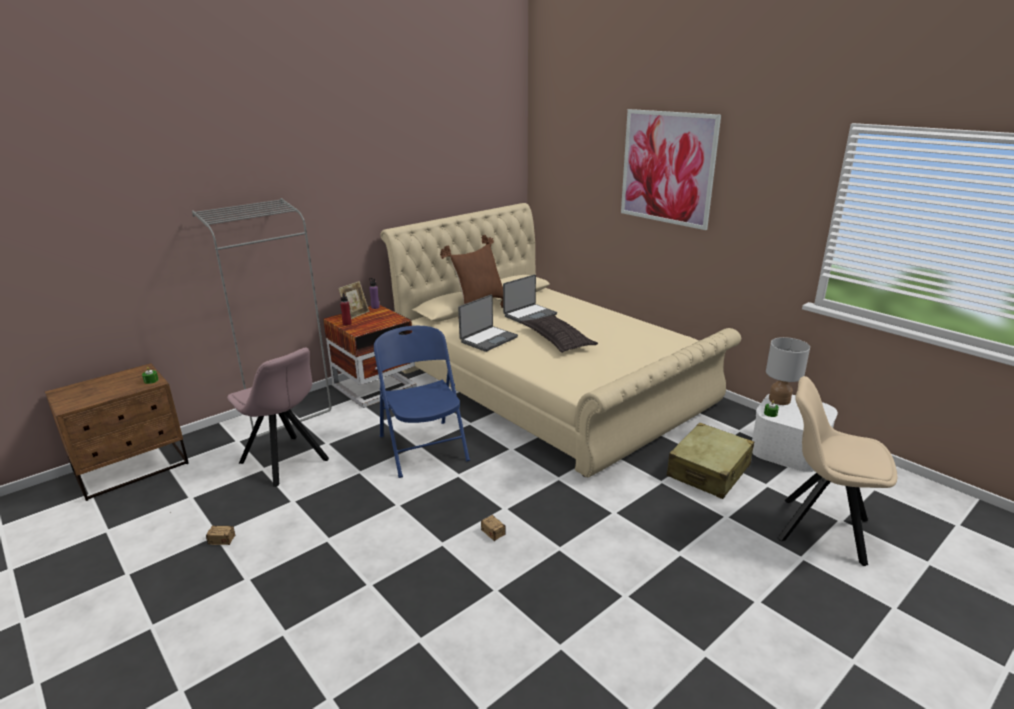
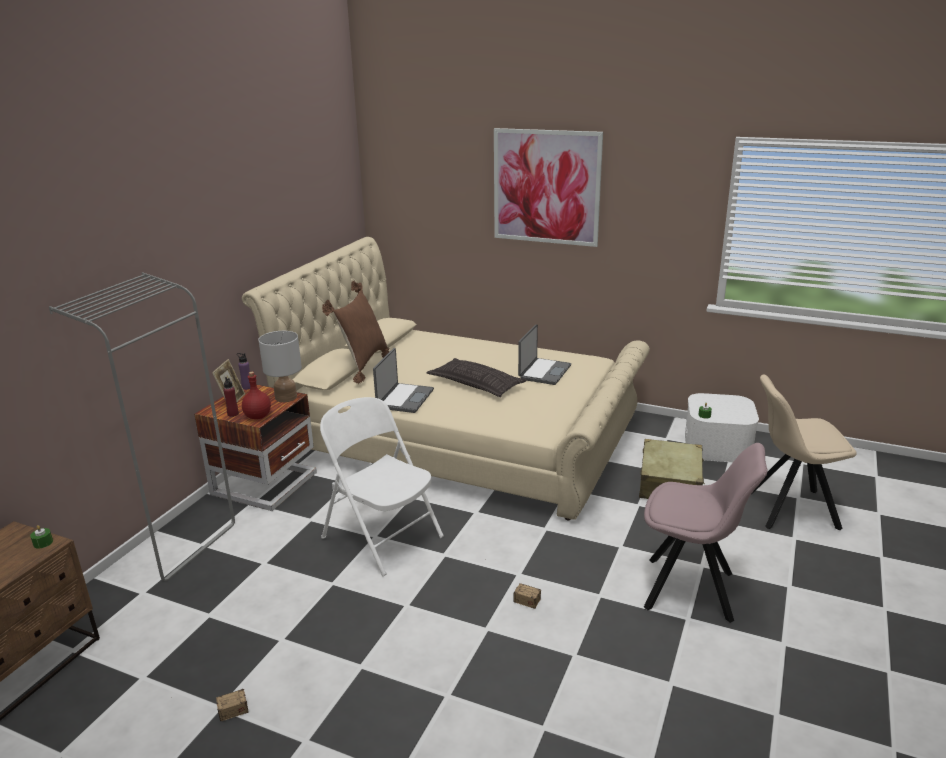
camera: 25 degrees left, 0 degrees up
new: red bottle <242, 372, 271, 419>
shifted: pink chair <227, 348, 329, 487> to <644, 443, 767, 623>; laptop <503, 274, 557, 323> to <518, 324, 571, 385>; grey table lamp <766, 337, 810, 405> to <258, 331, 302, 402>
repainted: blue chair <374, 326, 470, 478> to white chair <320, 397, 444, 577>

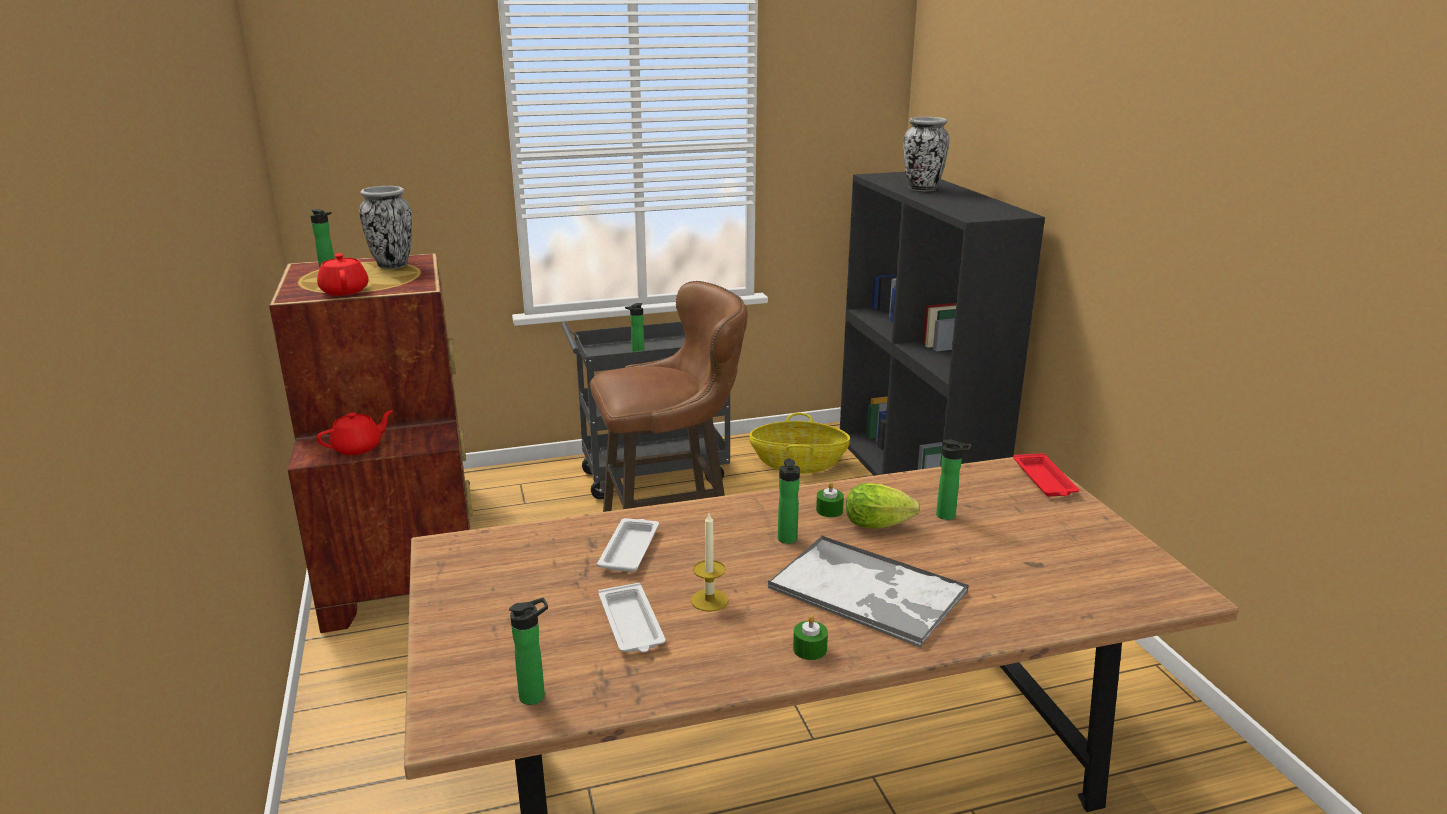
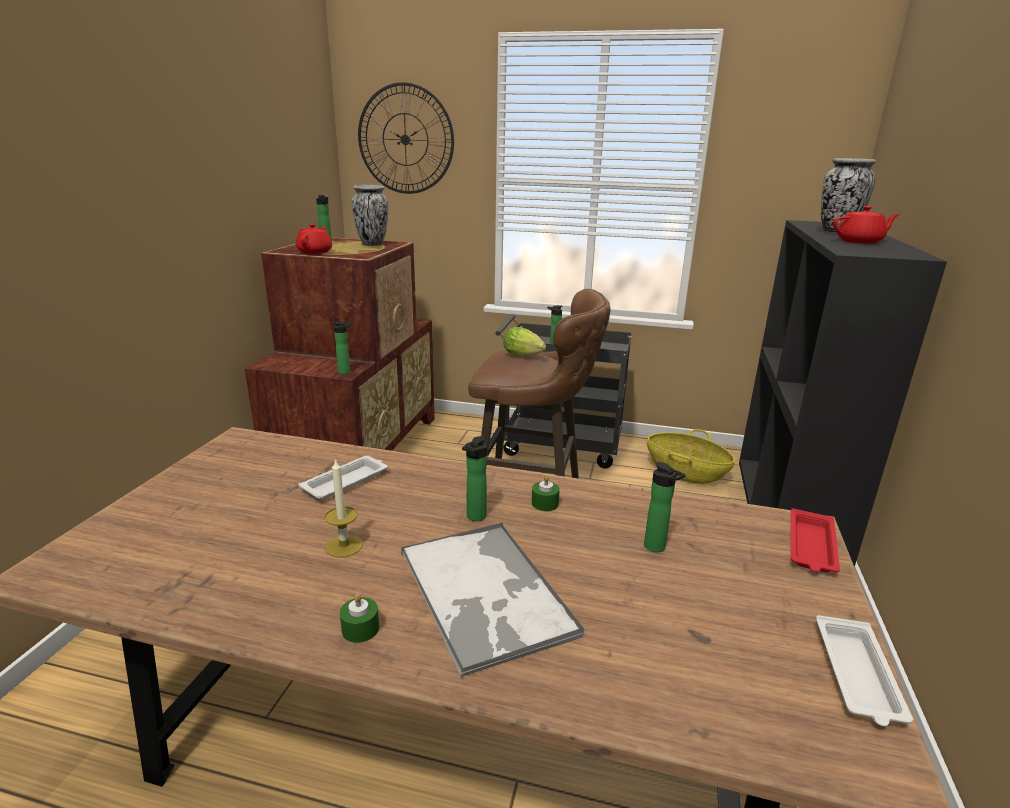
camera: 30 degrees right, 0 degrees up
new: wall clock <358, 82, 454, 194>
shifted: red teapot <316, 410, 393, 455> to <833, 206, 900, 244>; bottle <509, 598, 548, 705> to <333, 321, 352, 374>; white tray <598, 583, 665, 652> to <816, 615, 913, 727>; lettuce <846, 483, 920, 529> to <504, 327, 546, 357>

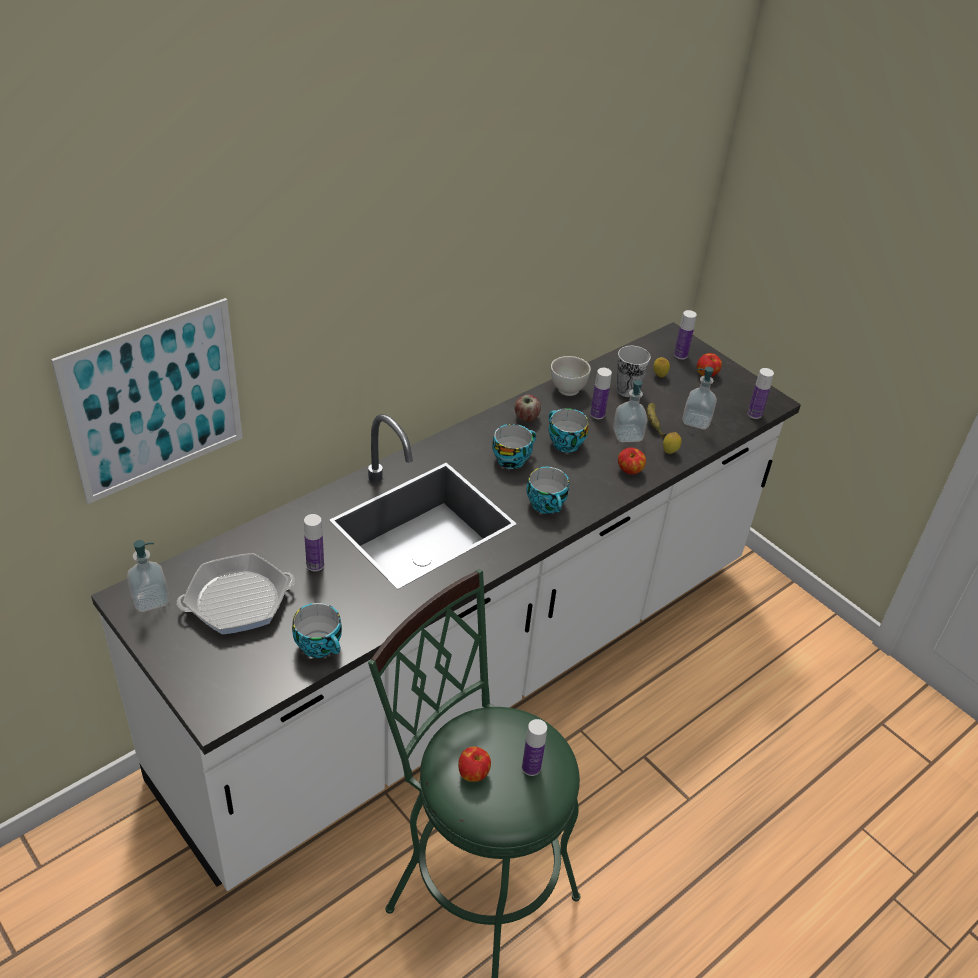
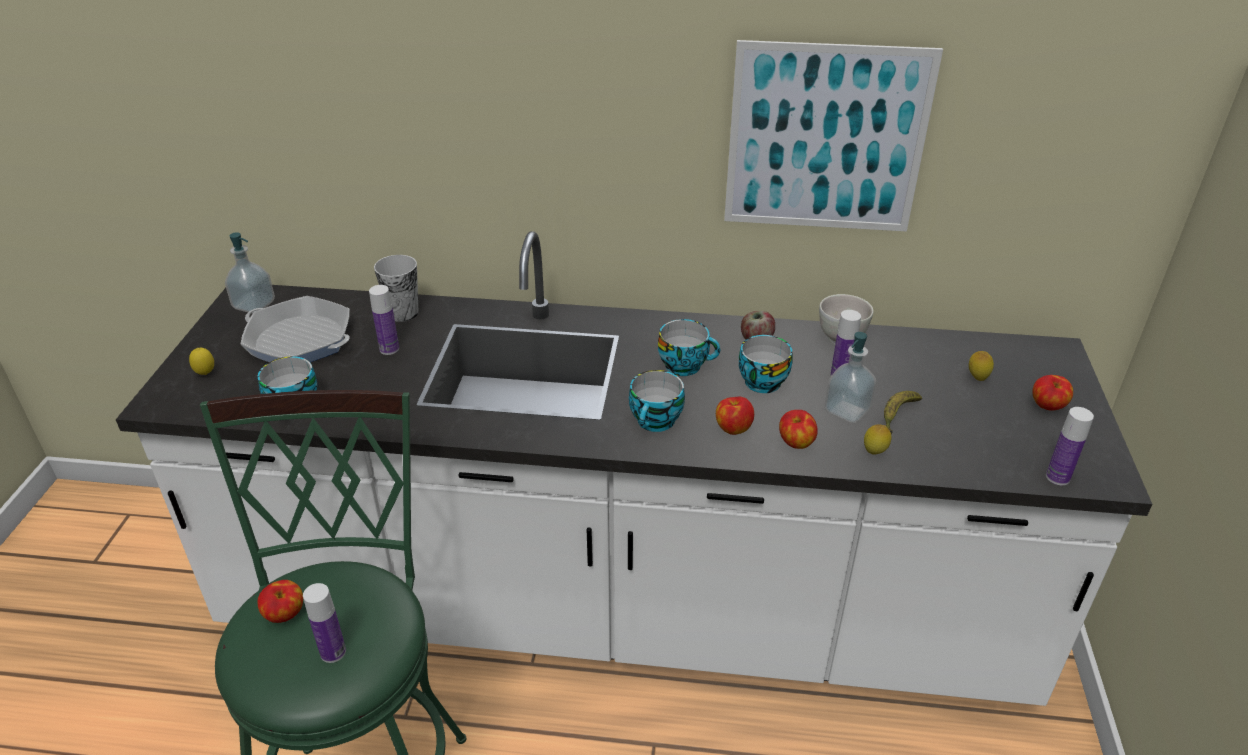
camera: 50 degrees right, 5 degrees down
gone: bottle <674, 310, 697, 360>; soap dispenser <682, 367, 717, 429>
new: lemon <189, 348, 214, 375>; apple <716, 397, 754, 435>
shifted: picture <51, 298, 243, 504> to <724, 40, 943, 232>; cup <616, 346, 651, 397> to <374, 255, 419, 322>

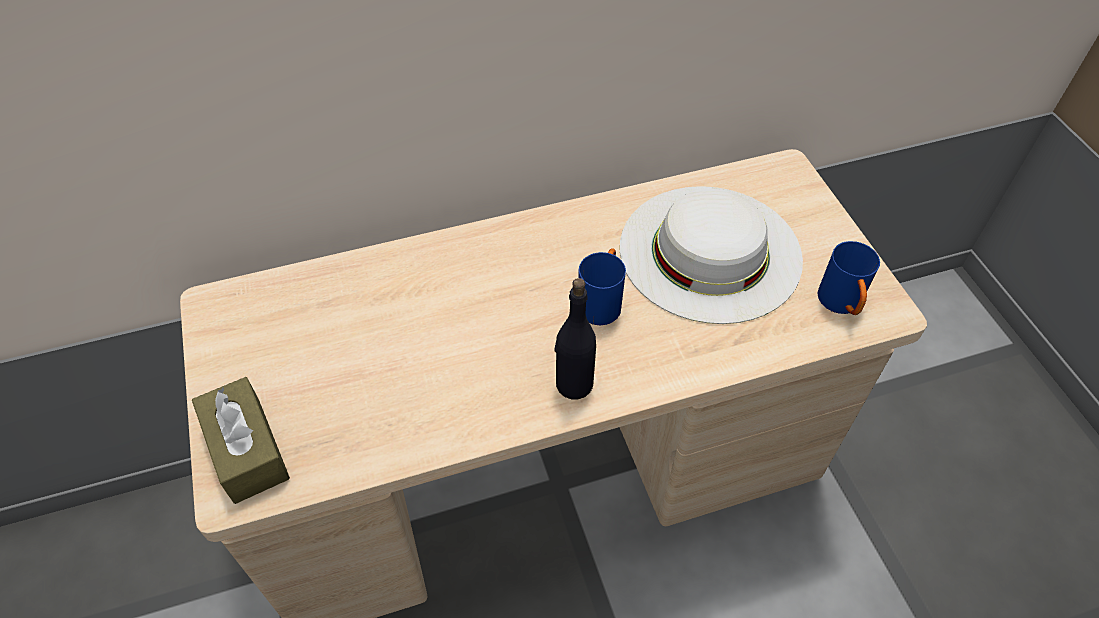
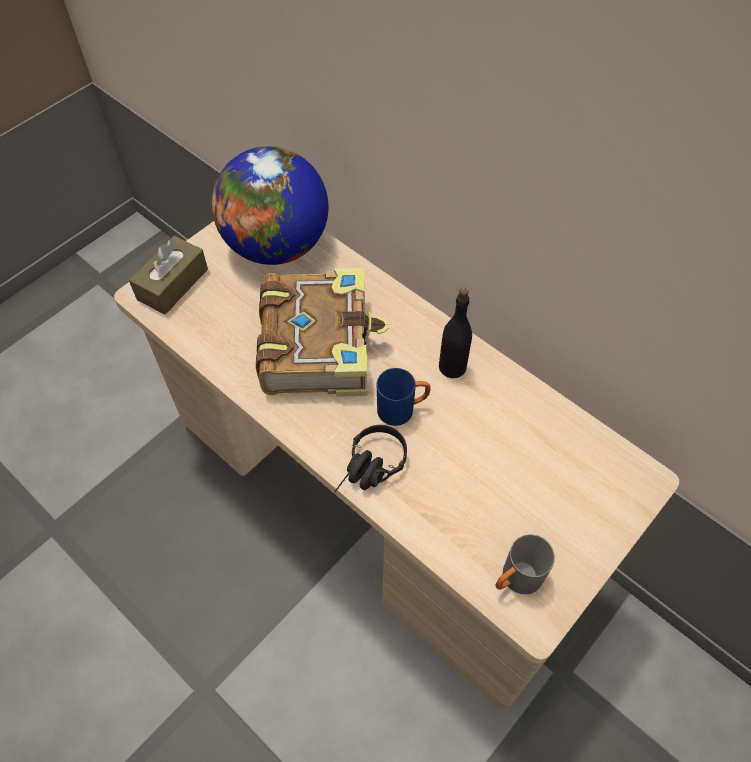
camera: 60 degrees right, 5 degrees up
gone: white hat <620, 186, 803, 324>
new: globe <212, 146, 328, 265>; book <256, 268, 389, 397>; black headphones <335, 425, 407, 492>
shifted: black bottle <555, 278, 596, 399> to <439, 288, 472, 378>
repainted: blue mug <818, 241, 880, 315> to grey mug <496, 534, 555, 594>

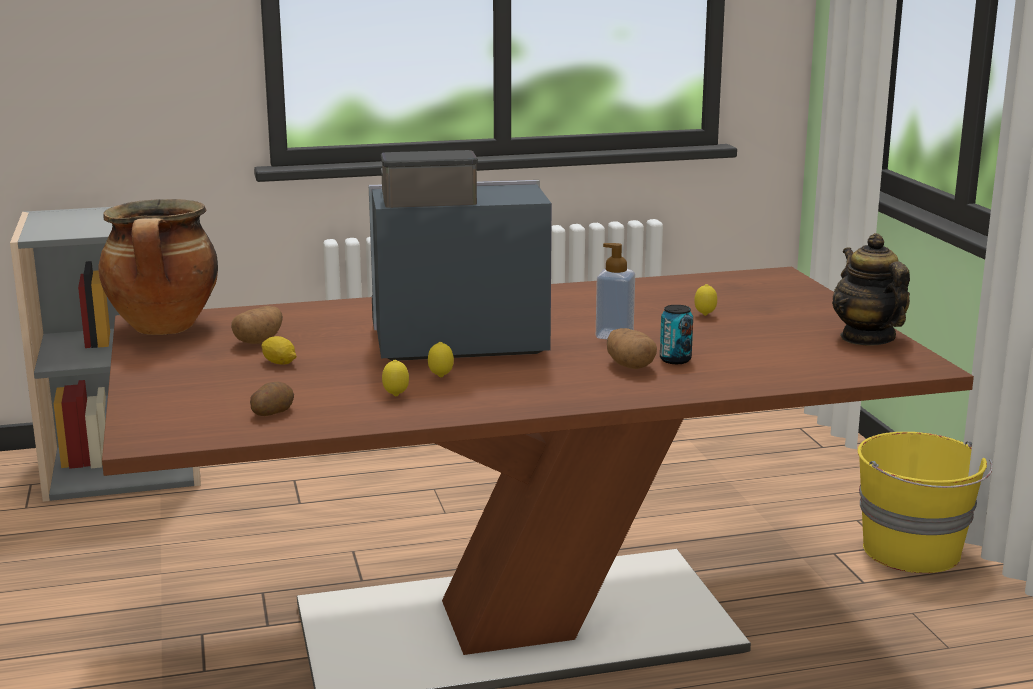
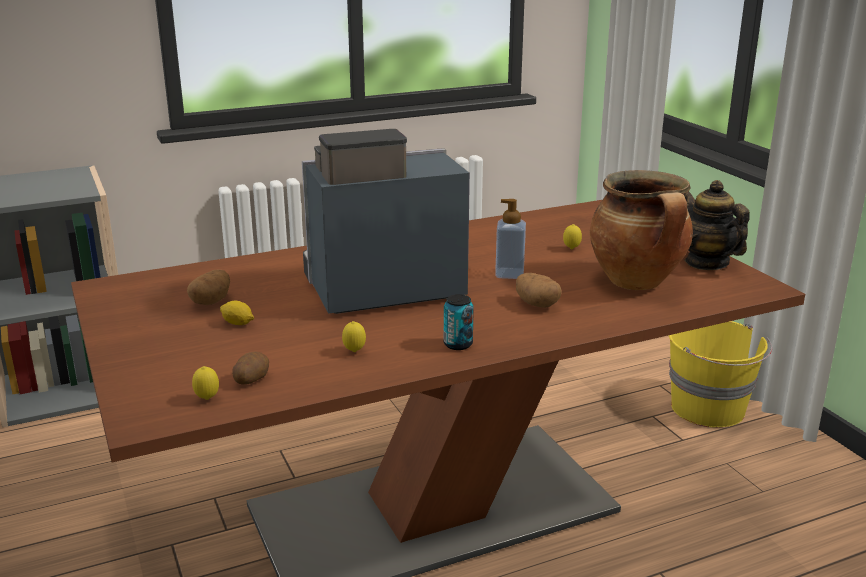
camera: 10 degrees left, 5 degrees up
shifted: cooking pot <98, 199, 218, 335> to <590, 170, 693, 290>; lemon <428, 342, 454, 377> to <192, 366, 219, 400>; can <660, 305, 693, 364> to <444, 294, 474, 350>

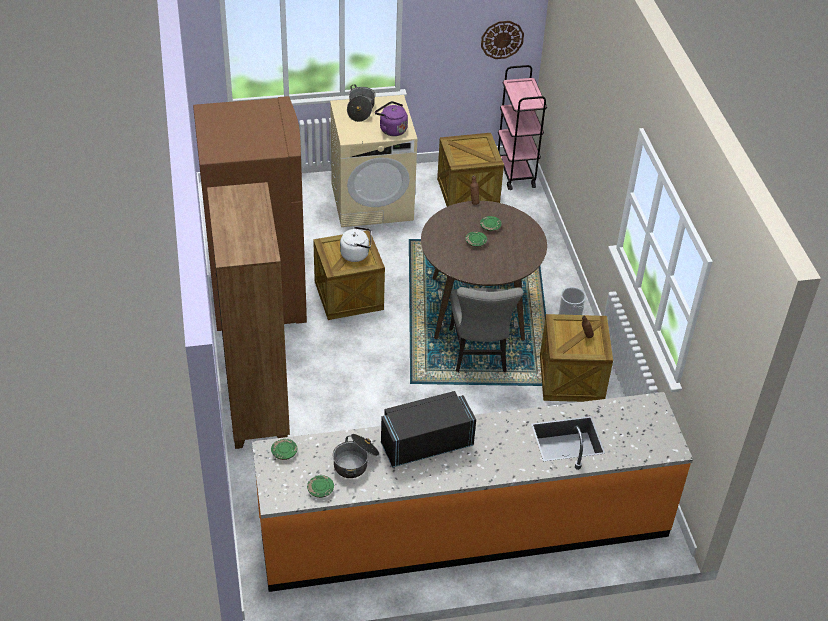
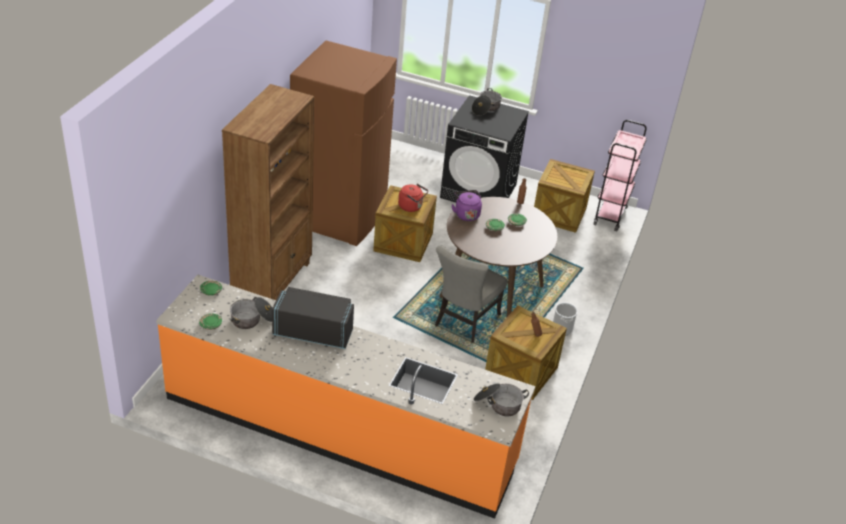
camera: 30 degrees right, 5 degrees down
gone: wall clock <481, 21, 524, 59>
new: cooking pot <473, 383, 529, 416>
shifted: purple kettle <375, 101, 408, 136> to <452, 190, 482, 221>
repainted: beige washing machine <330, 95, 417, 227> to black washing machine <440, 95, 529, 202>; white kettle <340, 226, 371, 262> to red kettle <398, 184, 428, 212>

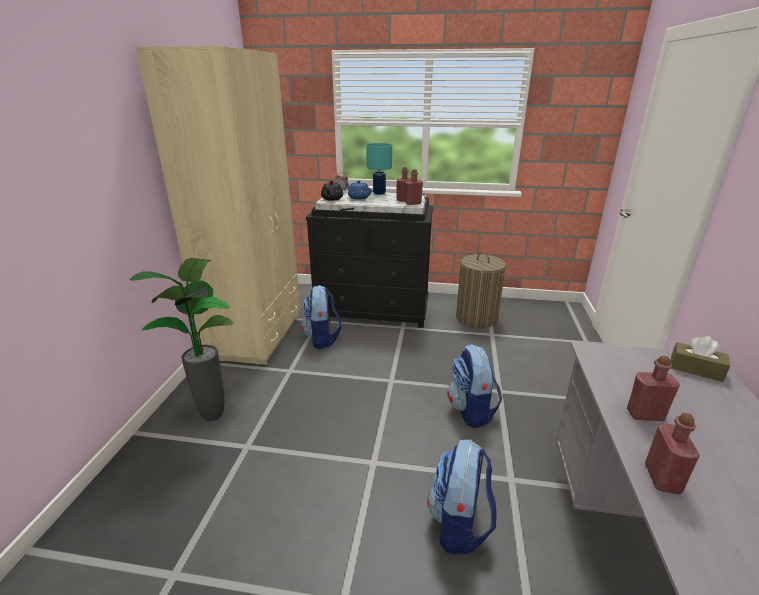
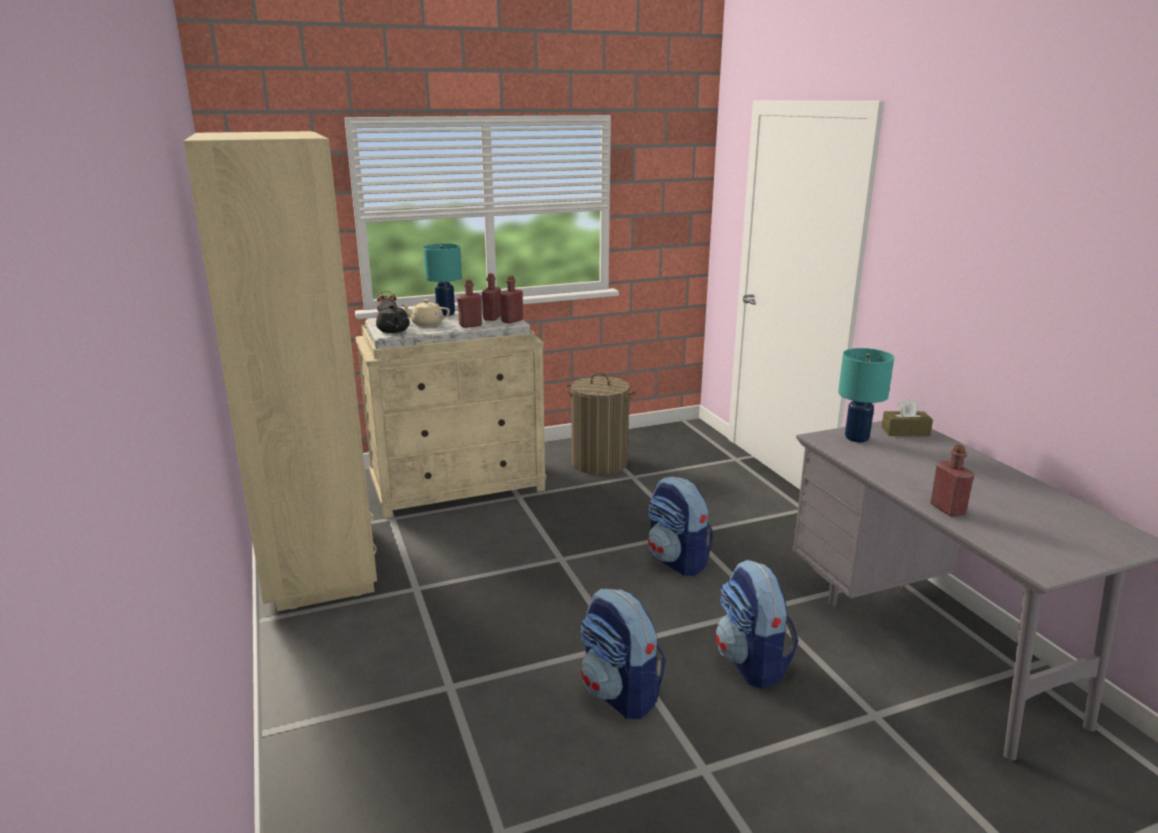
camera: 30 degrees left, 5 degrees down
gone: potted plant <130, 258, 234, 421>
new: turquoise table lamp <838, 348, 894, 442>
shifted: backpack <301, 285, 342, 349> to <581, 588, 666, 719>; red bottle <627, 356, 680, 421> to <457, 279, 482, 328>
repainted: black dresser <306, 190, 433, 328> to beige dresser <355, 308, 546, 518>; blue teapot <345, 180, 372, 200> to beige teapot <401, 299, 450, 327>

